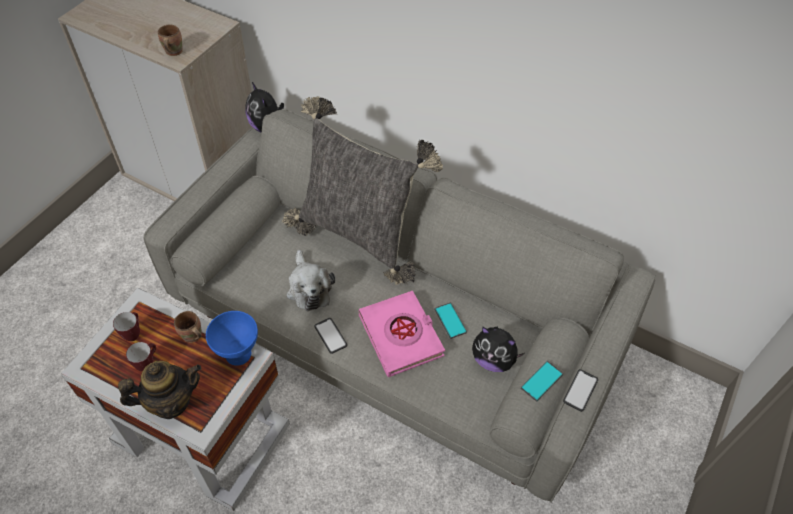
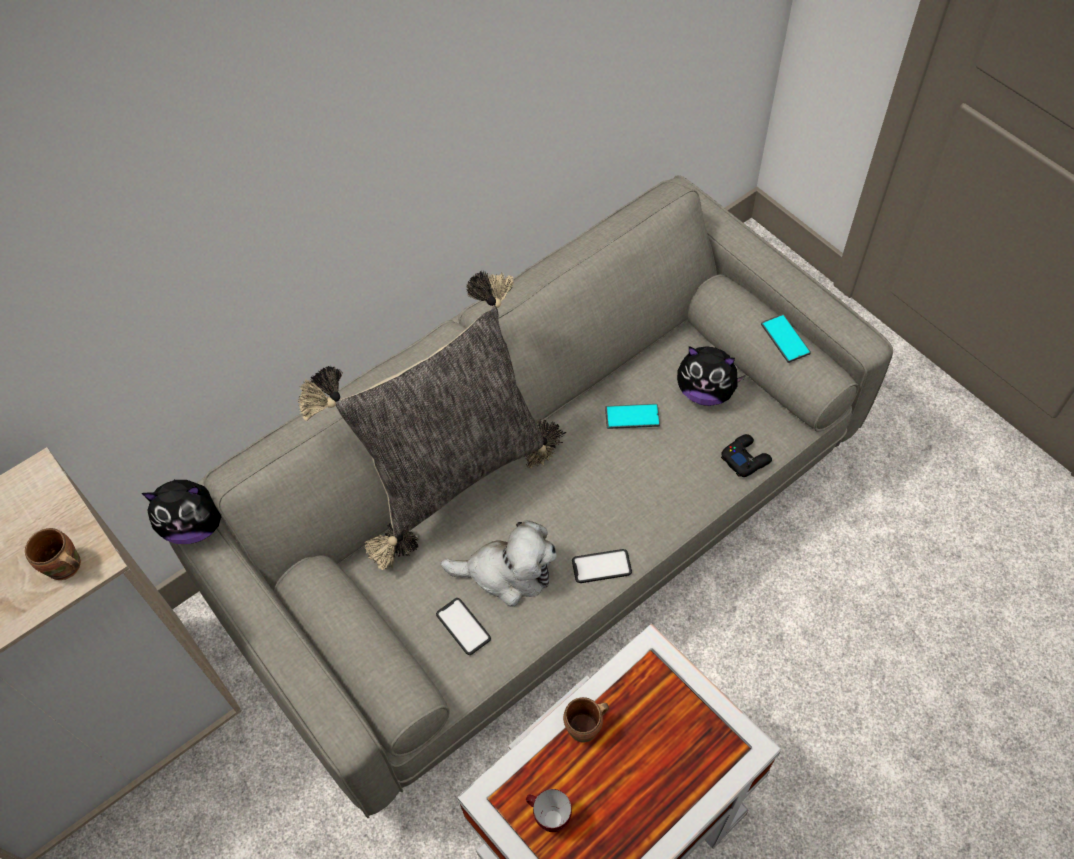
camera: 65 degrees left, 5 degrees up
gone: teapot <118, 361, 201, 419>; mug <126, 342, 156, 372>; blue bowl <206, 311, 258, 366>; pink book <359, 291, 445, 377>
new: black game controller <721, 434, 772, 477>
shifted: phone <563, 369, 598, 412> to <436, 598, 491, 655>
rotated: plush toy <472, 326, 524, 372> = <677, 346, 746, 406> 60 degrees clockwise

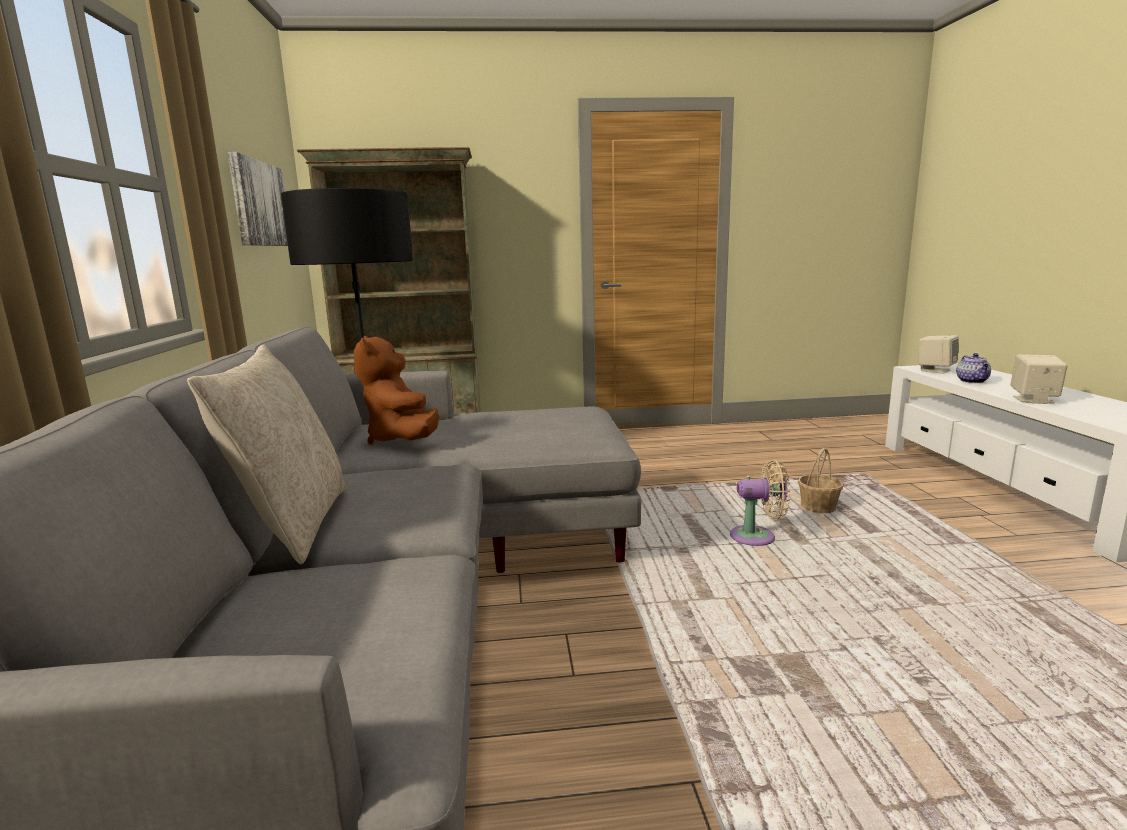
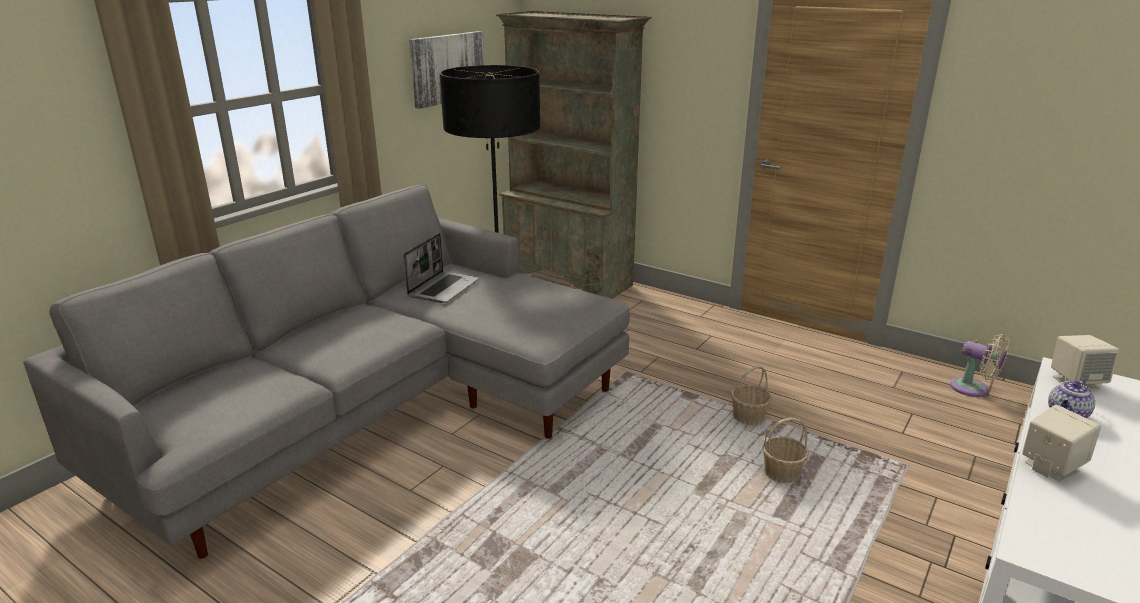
camera: 40 degrees right, 10 degrees up
gone: beige pillow <187, 344, 346, 564>
new: basket <731, 366, 772, 425>
shifted: beige fan <730, 460, 790, 546> to <950, 334, 1010, 397>
swapped: brown plush toy <354, 336, 439, 444> to laptop <403, 233, 479, 303>

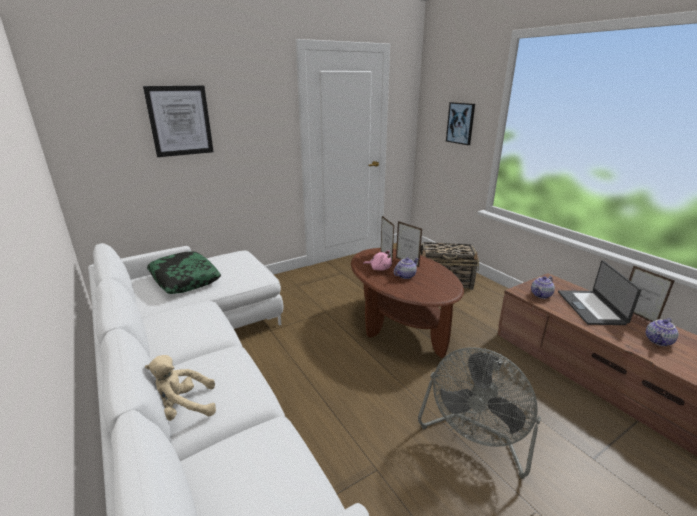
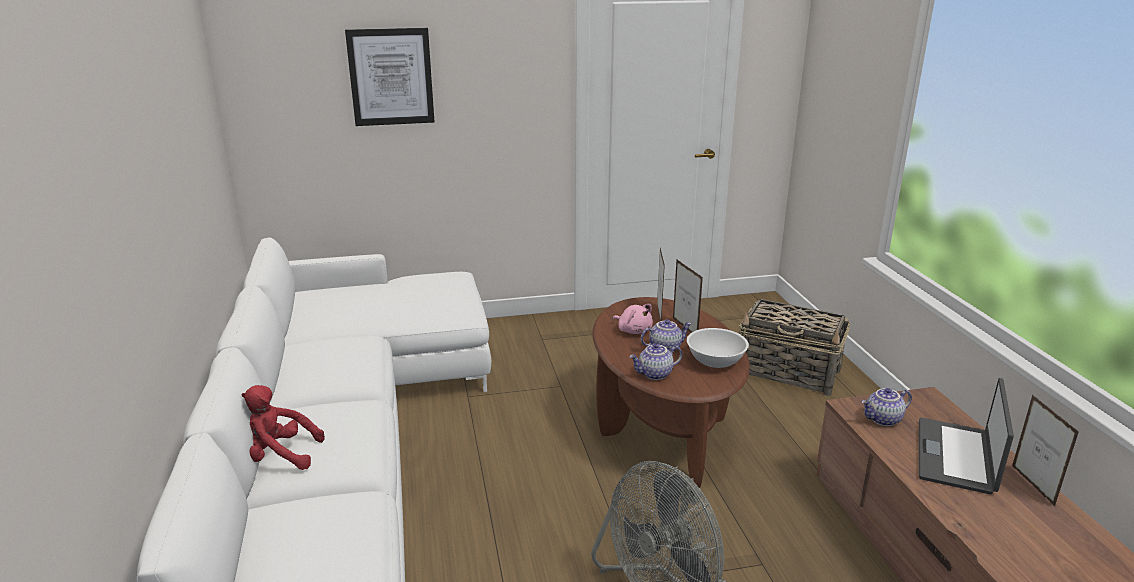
camera: 20 degrees right, 0 degrees up
gone: pillow <147, 251, 221, 294>; picture <446, 102, 475, 145>
new: white bowl <687, 328, 749, 368>
shifted: teapot <646, 318, 679, 346> to <629, 343, 682, 380>
repainted: beige plush toy <145, 355, 216, 421> to red plush toy <242, 385, 325, 470>

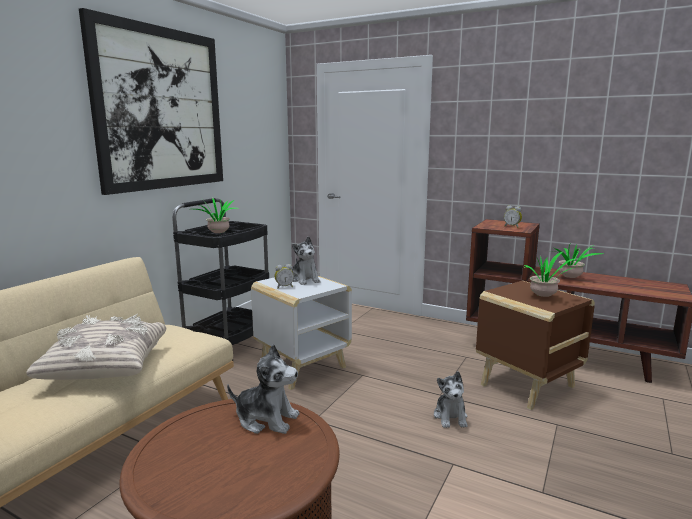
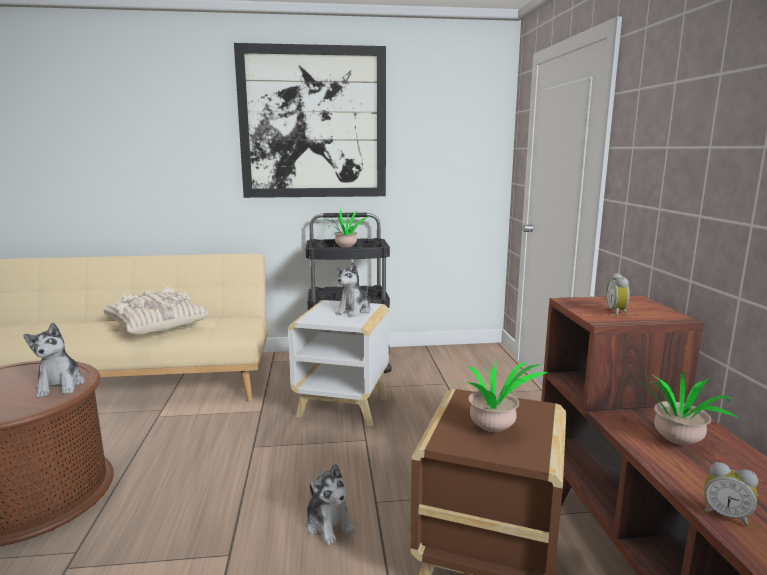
camera: 55 degrees right, 0 degrees up
shifted: alarm clock <275, 264, 294, 289> to <704, 462, 758, 527>
rotated: plush toy <434, 371, 468, 428> = <306, 464, 356, 545> 90 degrees counterclockwise

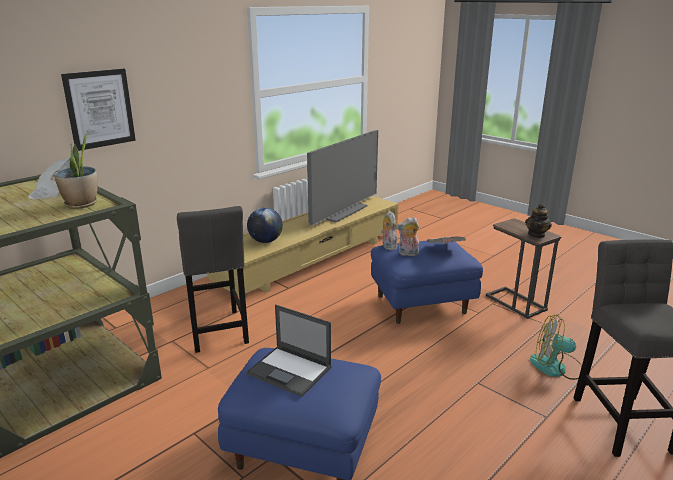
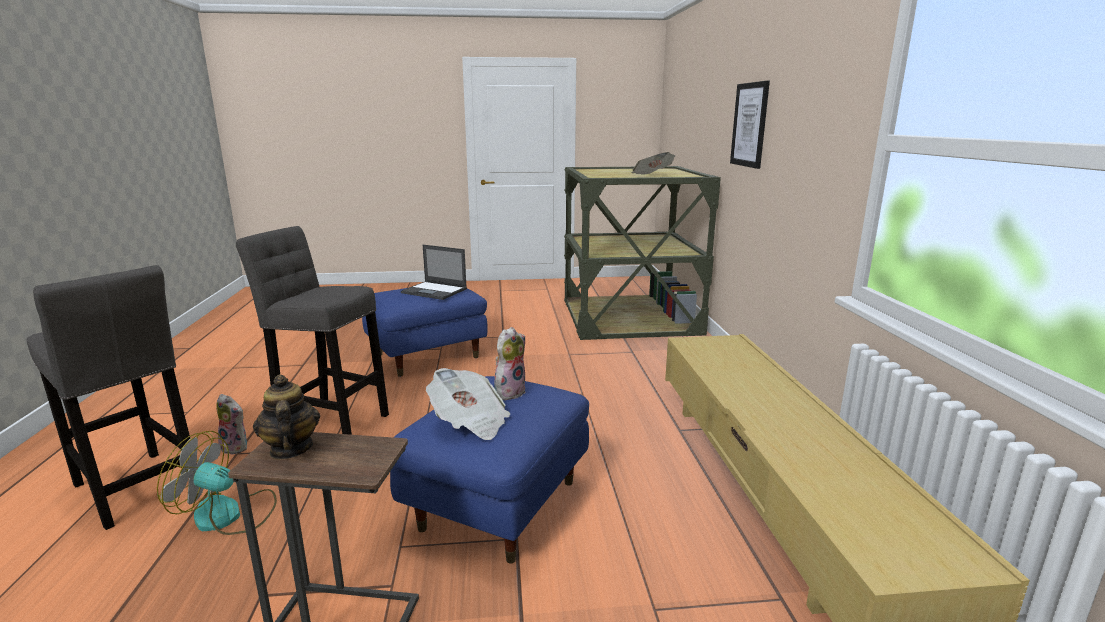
camera: 130 degrees right, 5 degrees down
gone: potted plant <54, 133, 98, 209>; globe <247, 208, 283, 243>; television <307, 130, 378, 226>
shifted: grey stool <177, 206, 249, 353> to <236, 226, 389, 435>; plush toy <381, 211, 398, 250> to <216, 394, 247, 455>
rotated: laptop <246, 304, 332, 397> = <401, 245, 467, 300> 135 degrees counterclockwise; fan <530, 314, 582, 380> = <157, 431, 277, 535> 135 degrees counterclockwise

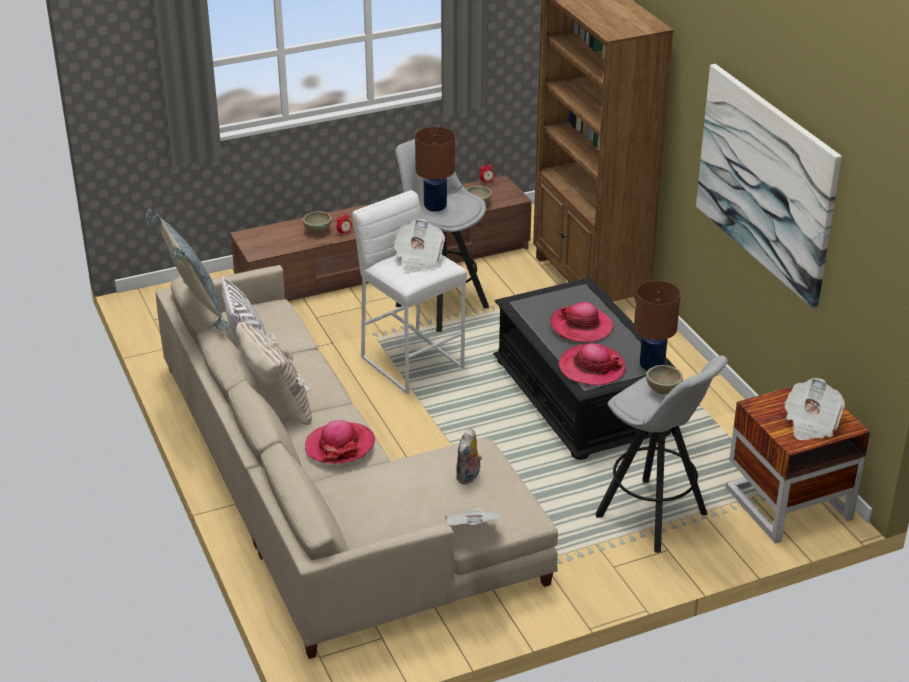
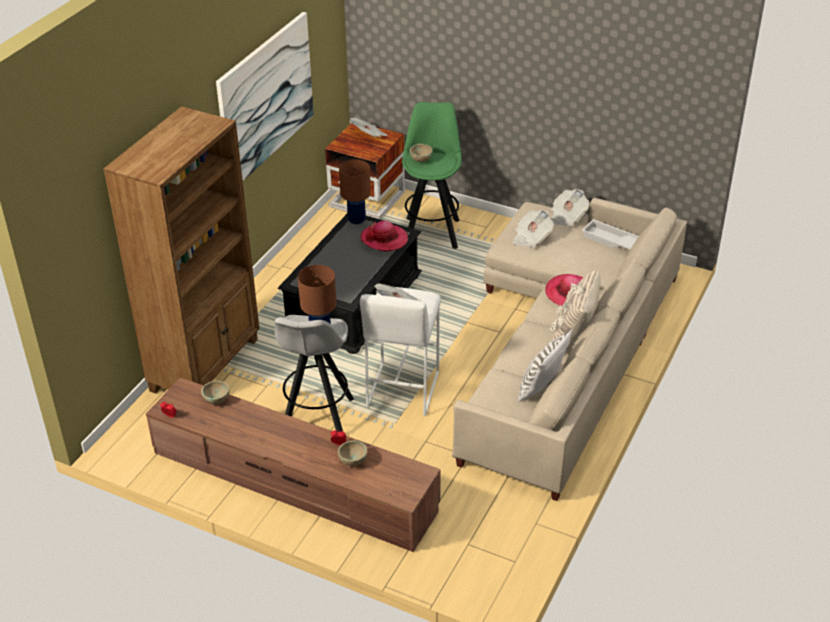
camera: 130 degrees left, 5 degrees up
gone: pillow <145, 208, 230, 331>; hat <550, 302, 614, 342>
new: white tray <582, 219, 639, 250>
swapped: plush toy <456, 428, 482, 484> to newspaper <513, 210, 554, 248>
repainted: grey stool <595, 356, 728, 553> to green stool <402, 102, 462, 249>

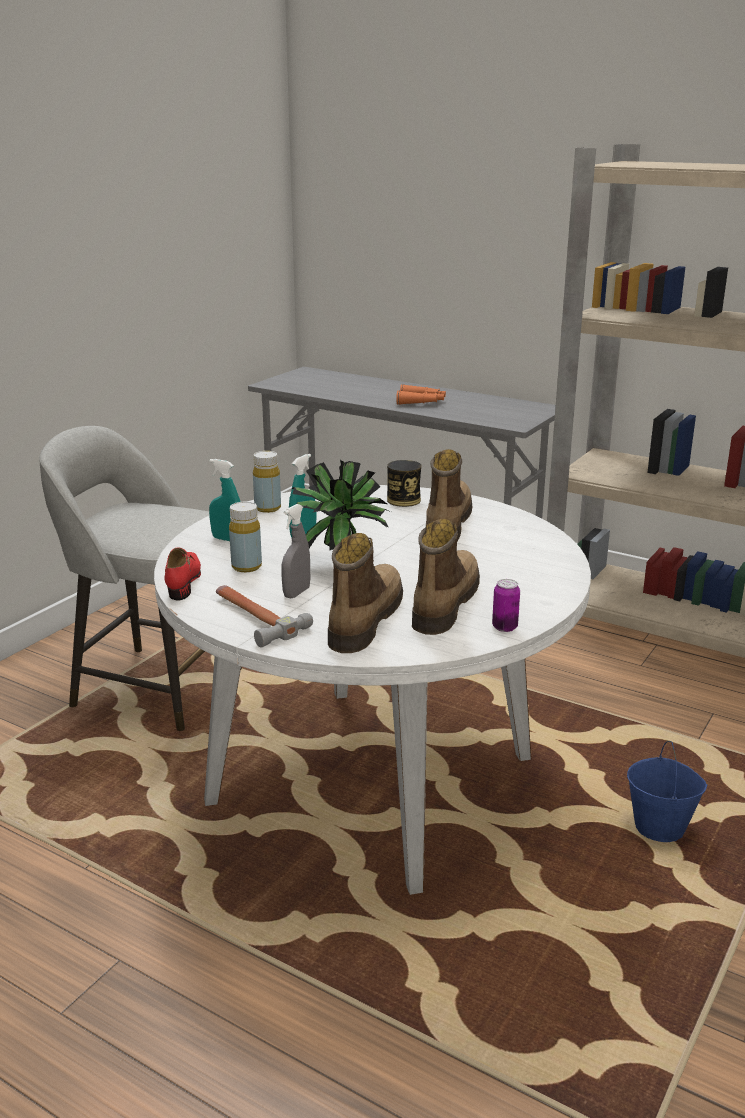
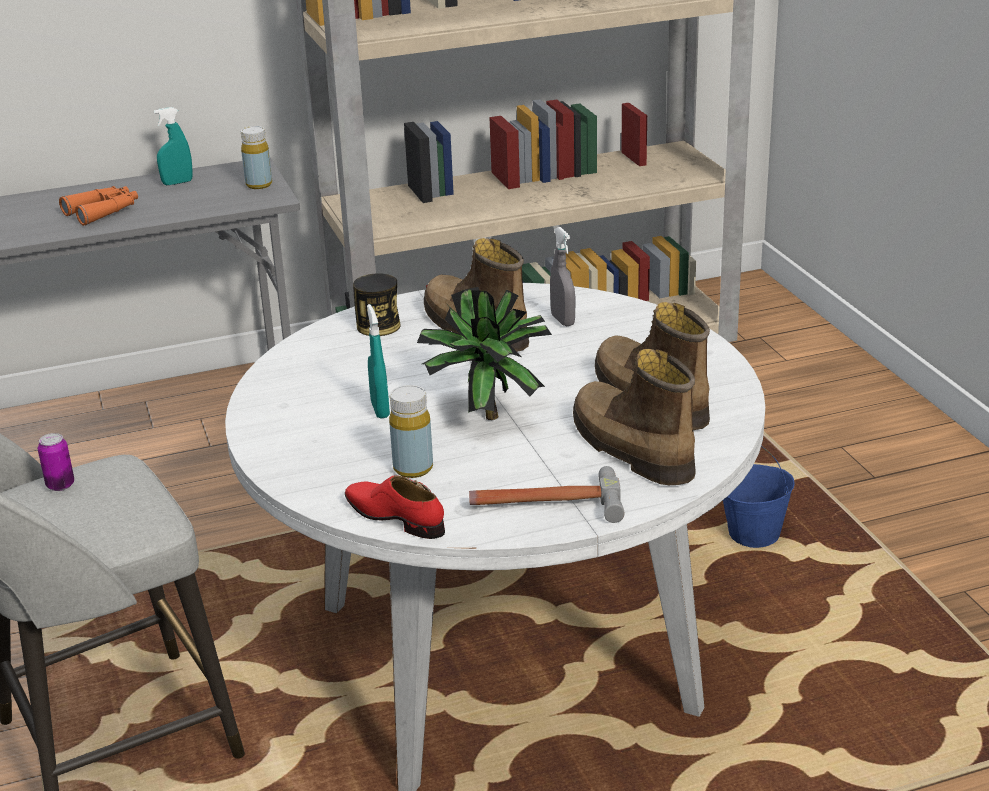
camera: 50 degrees left, 5 degrees up
shifted: turquoise spray bottle <209, 459, 241, 541> to <154, 107, 193, 185>; yellow bottle <253, 451, 281, 513> to <241, 126, 272, 189>; grey spray bottle <281, 504, 310, 598> to <550, 227, 575, 326>; can <492, 579, 520, 632> to <38, 433, 74, 491>

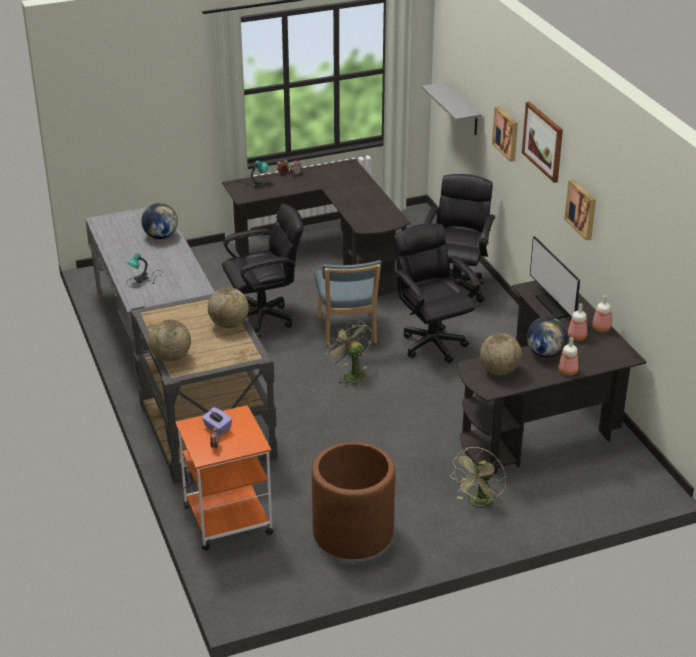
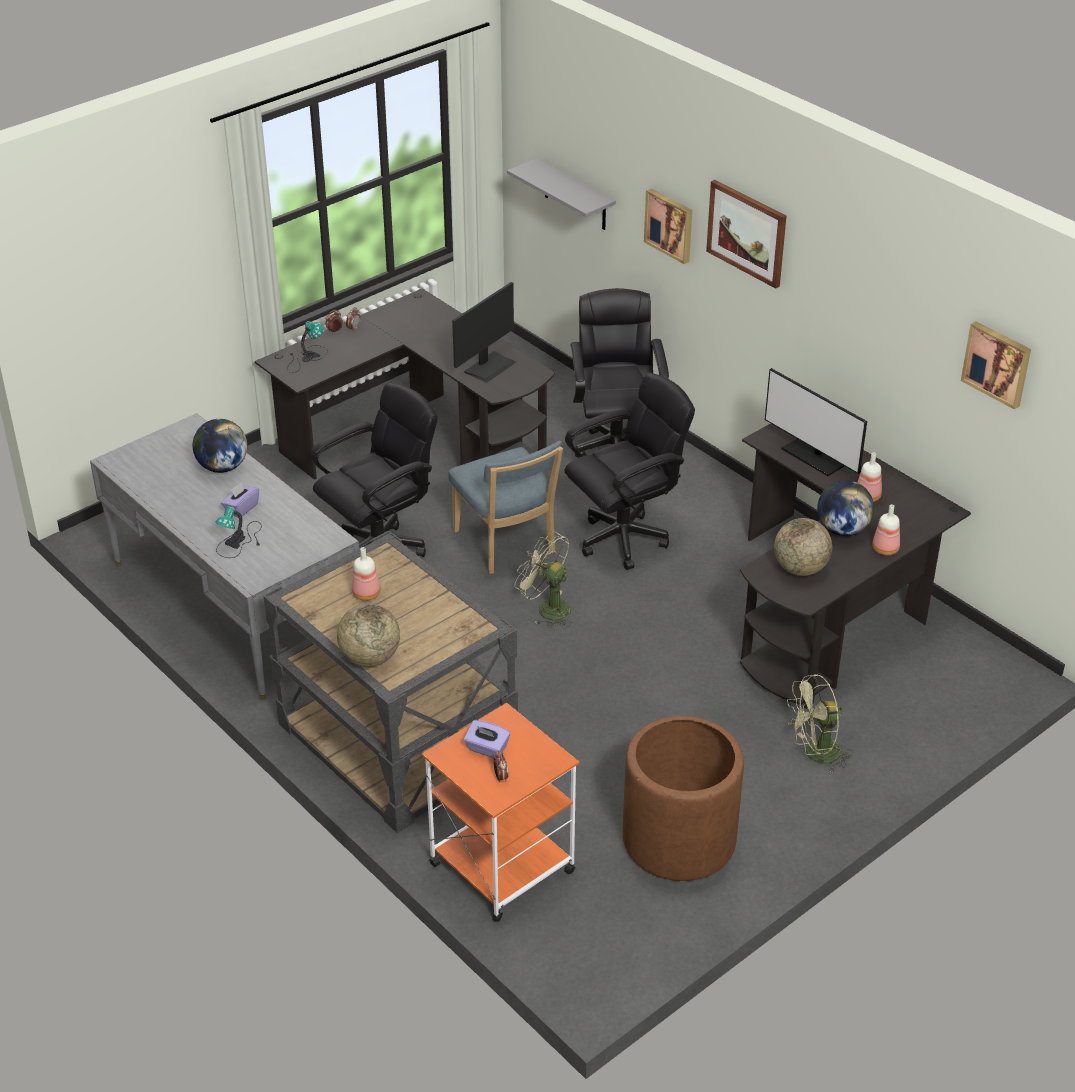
camera: 20 degrees left, 5 degrees up
gone: globe <208, 287, 249, 328>
new: purple tissue box <221, 482, 259, 518>; monitor <452, 282, 516, 383>
shifted: picture <564, 179, 596, 241> to <961, 321, 1031, 410>; bottle <592, 295, 612, 332> to <352, 547, 381, 601>
rotated: black office chair <393, 224, 480, 363> = <565, 372, 695, 570> 105 degrees clockwise; green fan <451, 447, 506, 510> = <787, 674, 853, 773> 60 degrees clockwise

